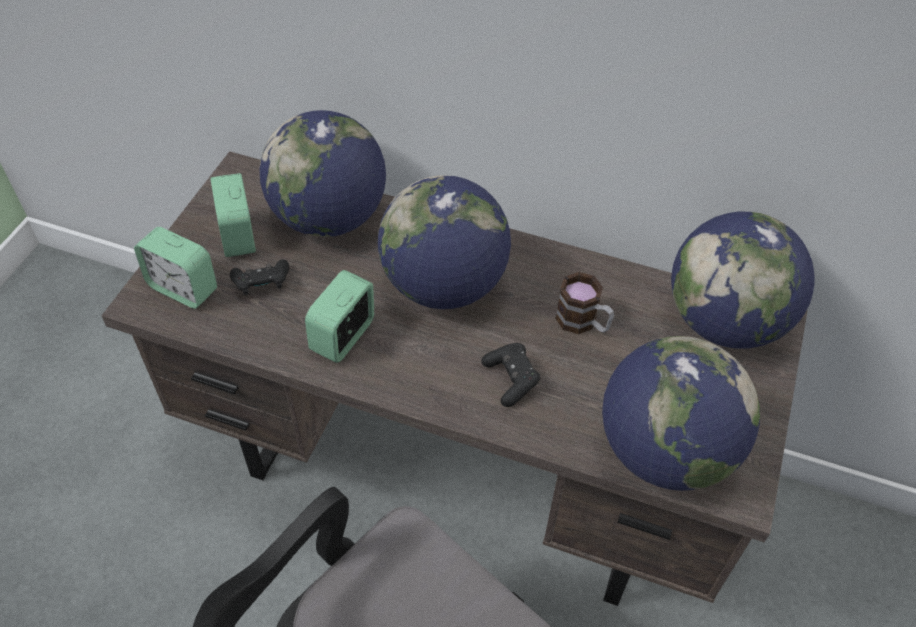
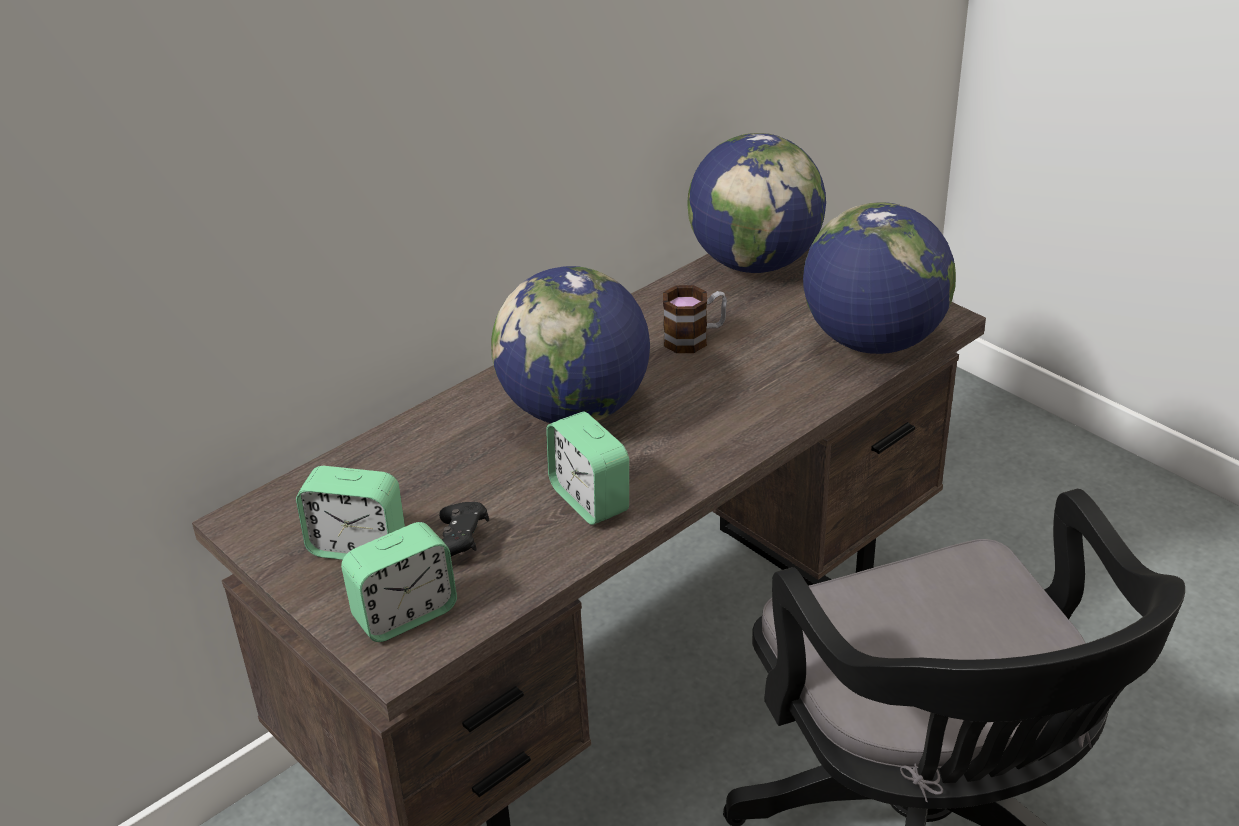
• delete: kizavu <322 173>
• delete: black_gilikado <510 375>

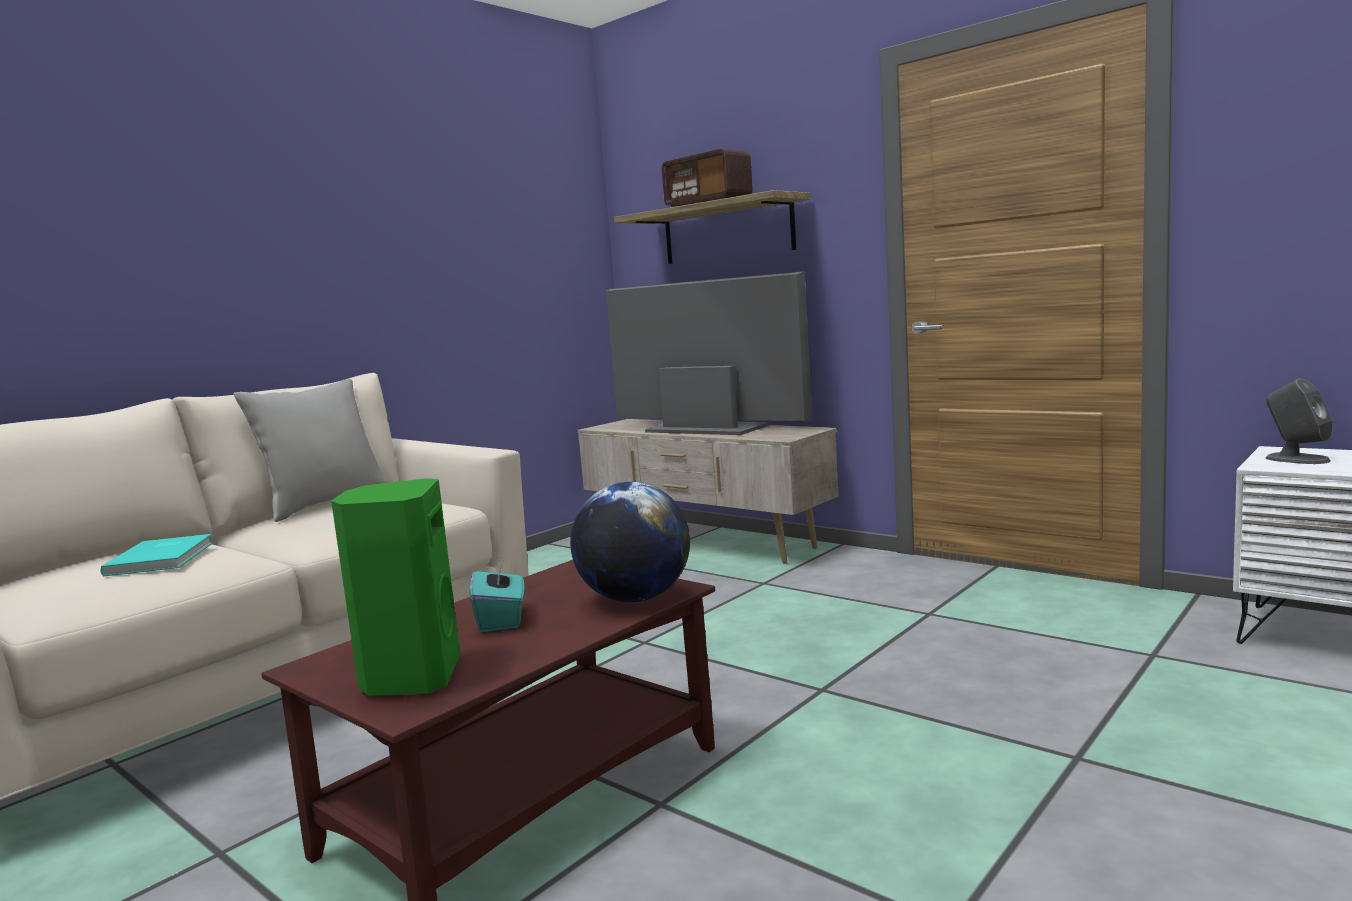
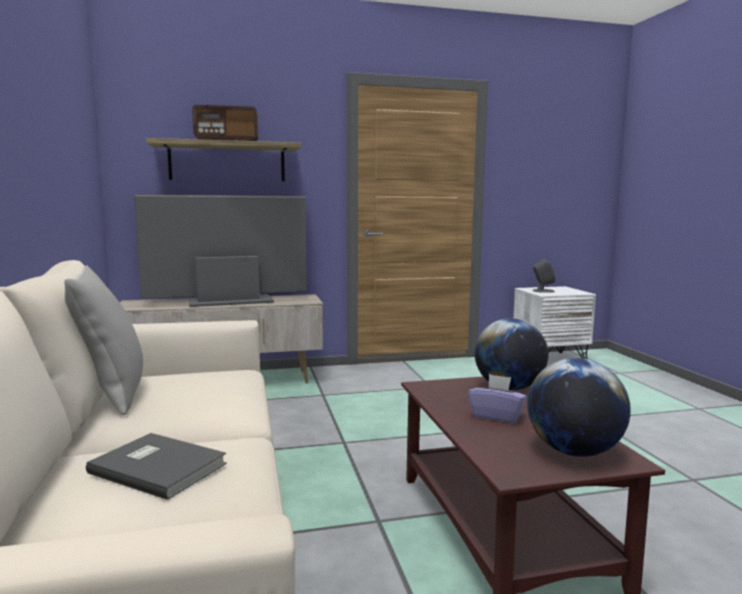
• recolor: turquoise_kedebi <156 555> to grey_kedebi <156 466>
• recolor: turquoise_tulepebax <497 594> to purple_tulepebax <497 399>
• replace: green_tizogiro <395 587> to kizavu <579 407>

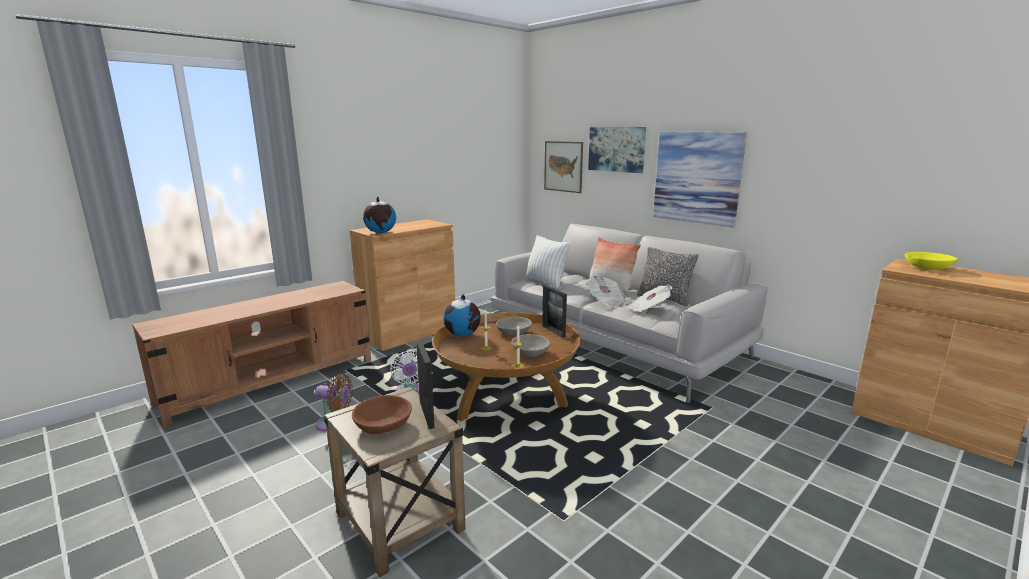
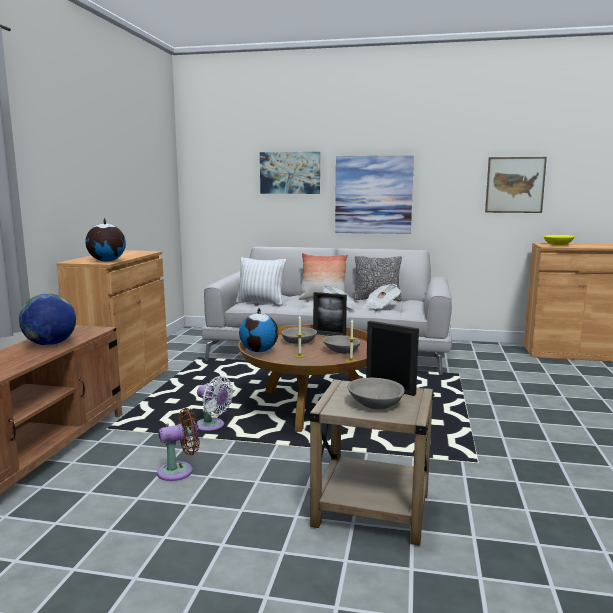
• insert: kizavu <47 320>
• recolor: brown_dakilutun <382 414> to grey_dakilutun <376 394>
• move: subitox <563 167> to <516 185>

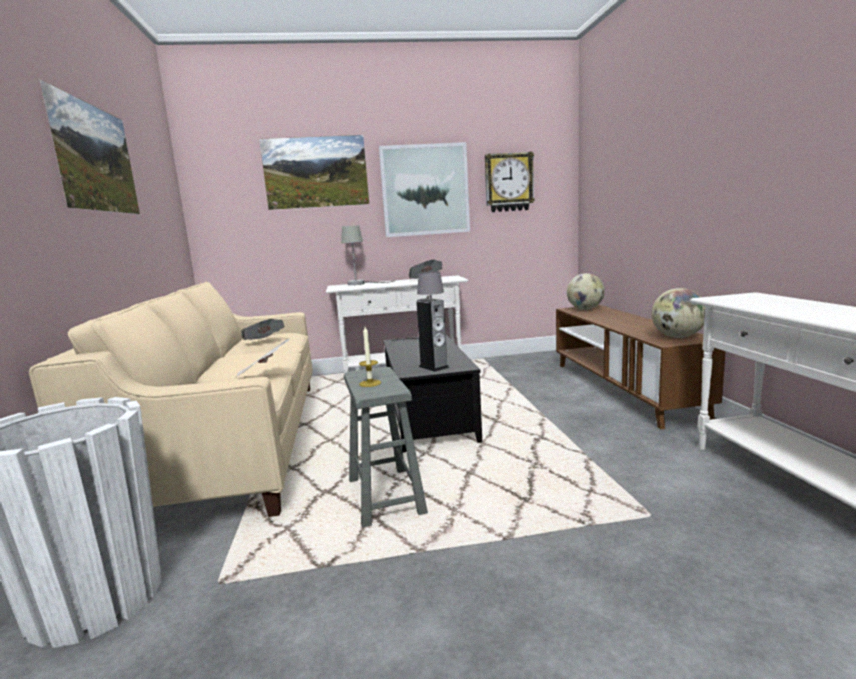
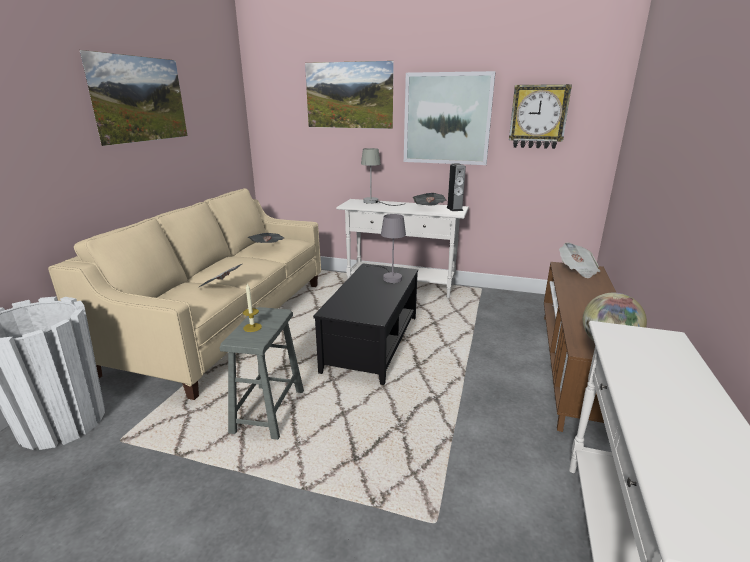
• move: tizogiro <432 335> to <456 187>
• replace: kizavu <586 291> to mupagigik <579 260>

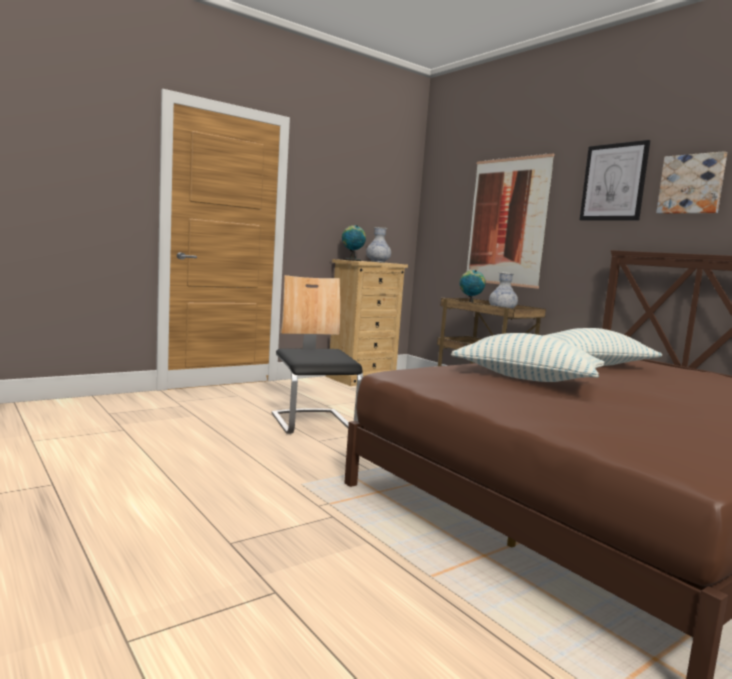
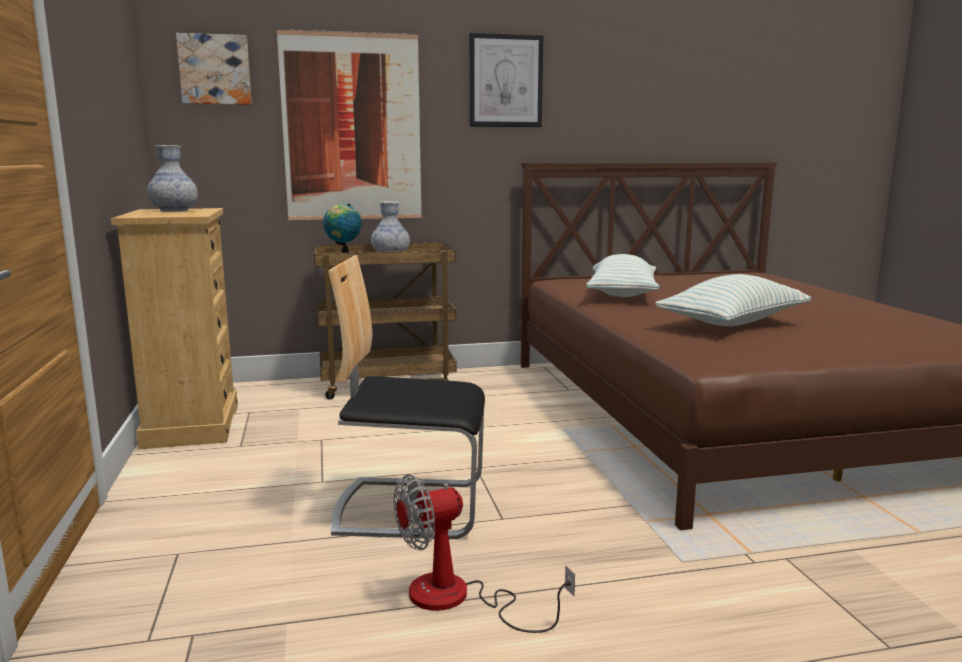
• move: subitox <691 182> to <214 69>
• insert: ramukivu <484 553>
• delete: kizavu <354 243>

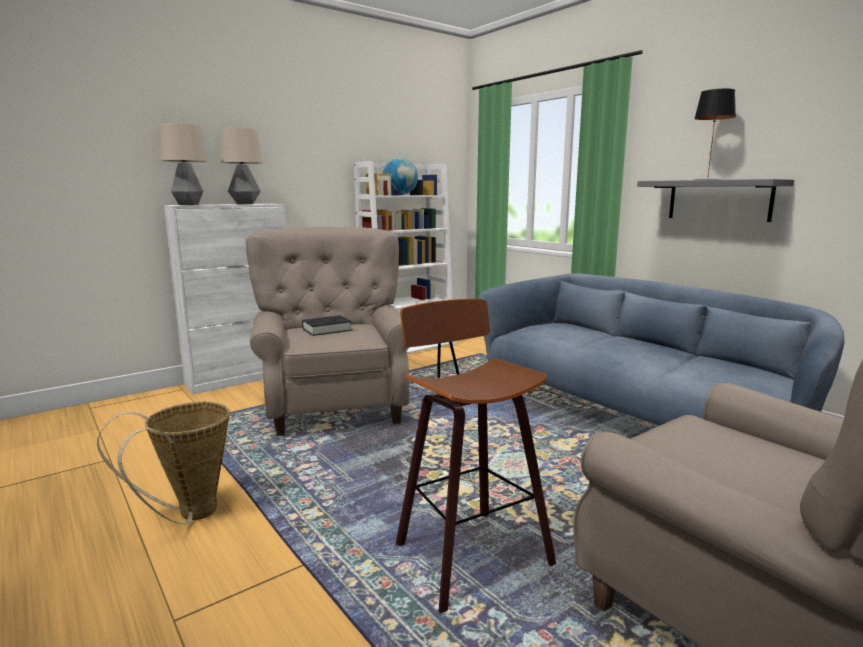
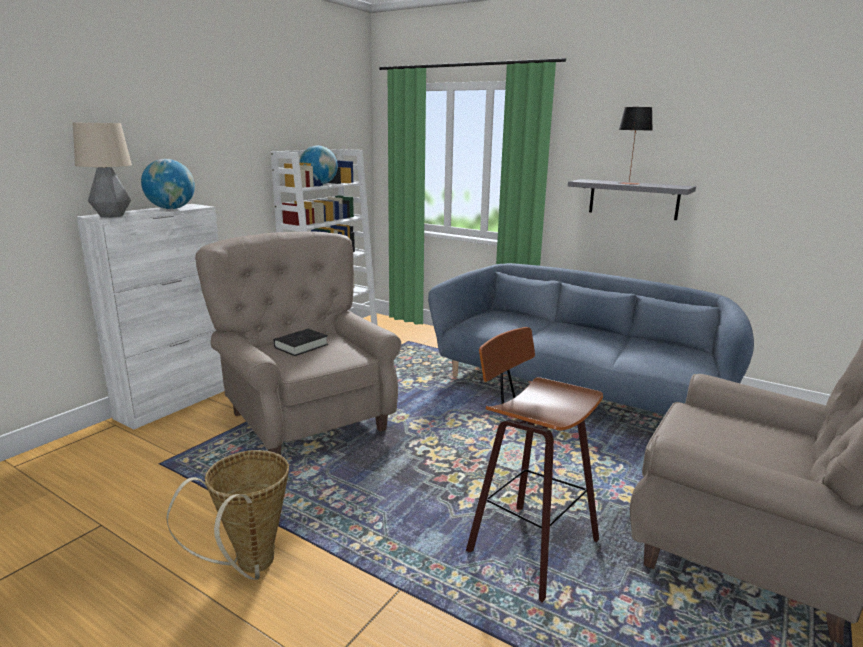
• replace: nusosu <242 166> to kizavu <168 184>

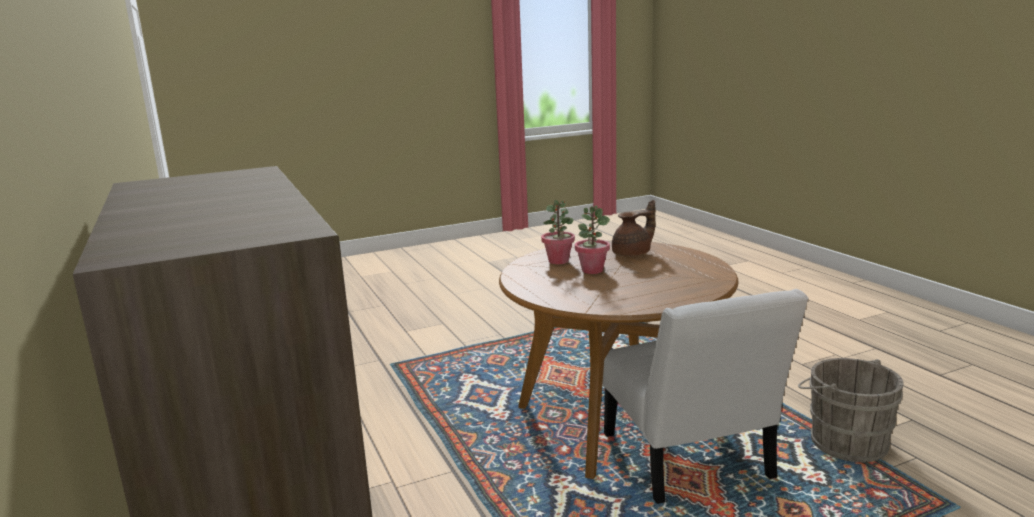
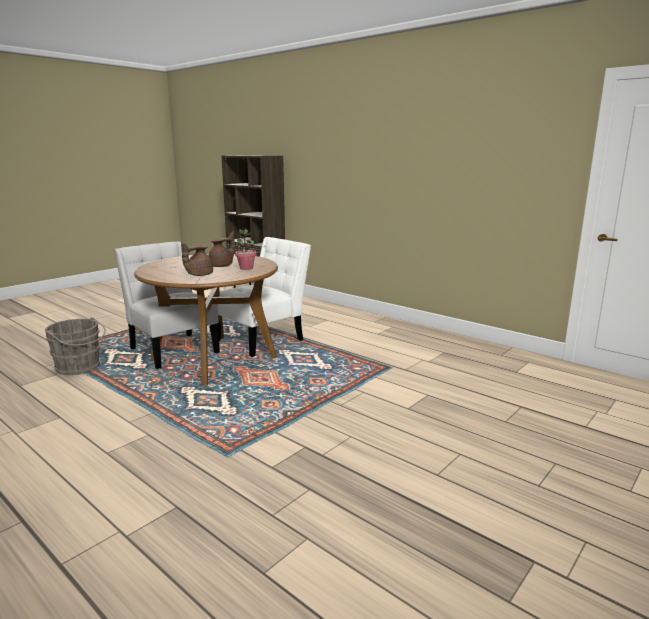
• replace: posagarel <592 240> to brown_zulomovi <221 249>
• insert: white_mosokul <264 297>

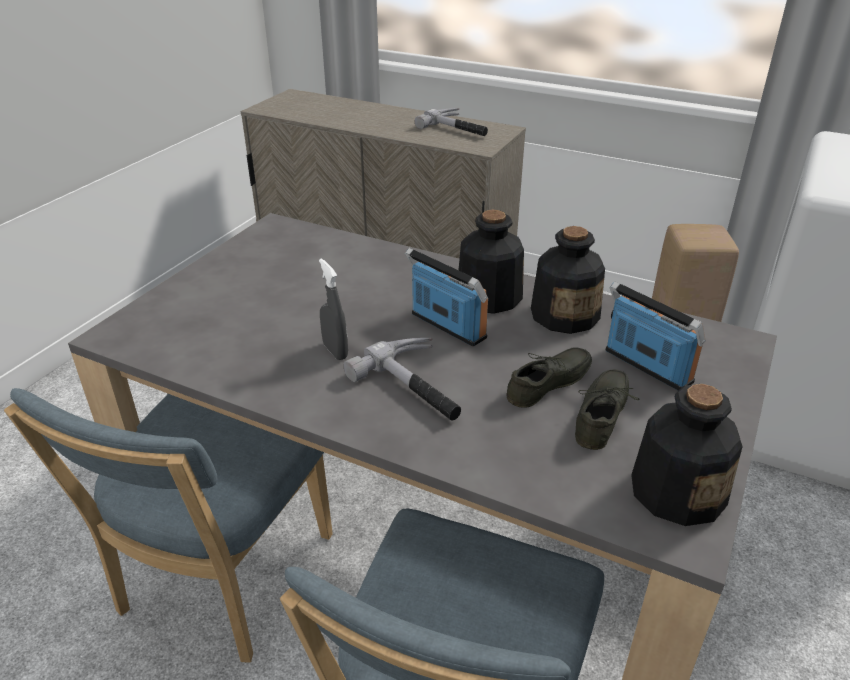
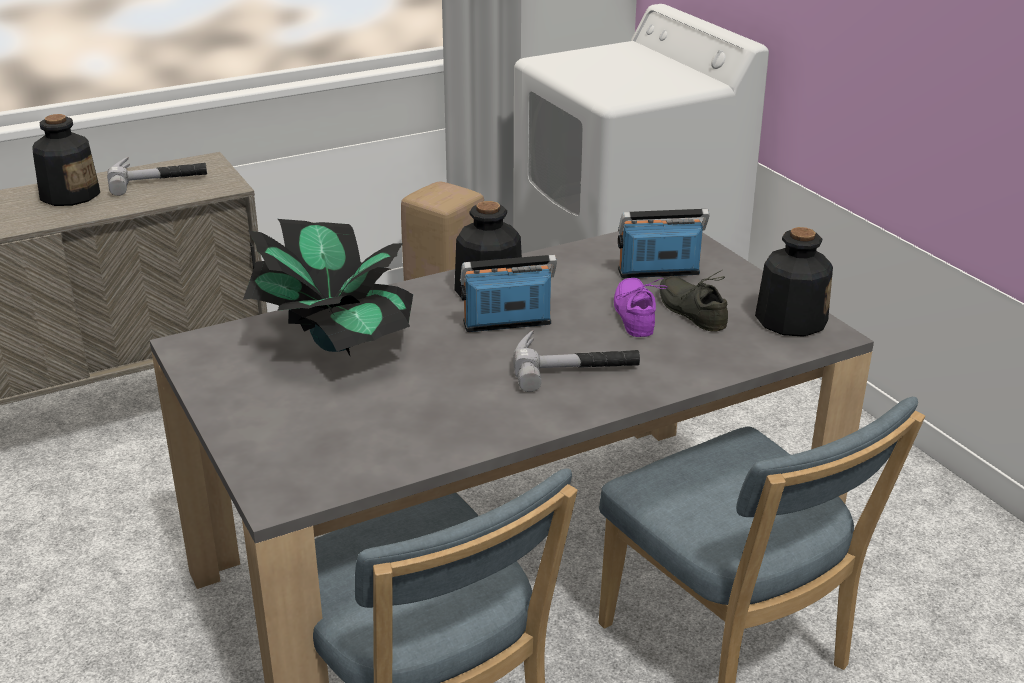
• move: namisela <568 280> to <66 160>
• insert: posagarel <328 287>
• recolor: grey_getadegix <549 377> to purple_getadegix <641 307>
• delete: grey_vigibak <333 309>

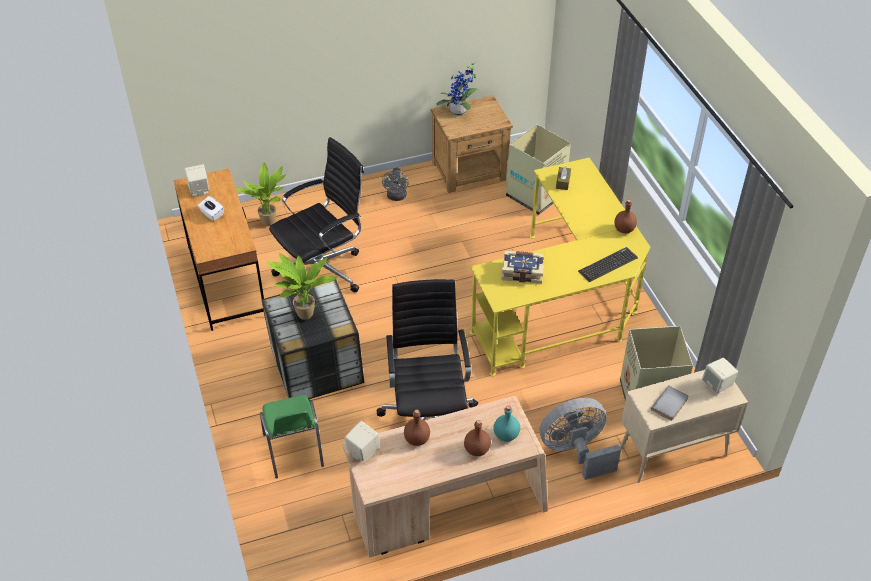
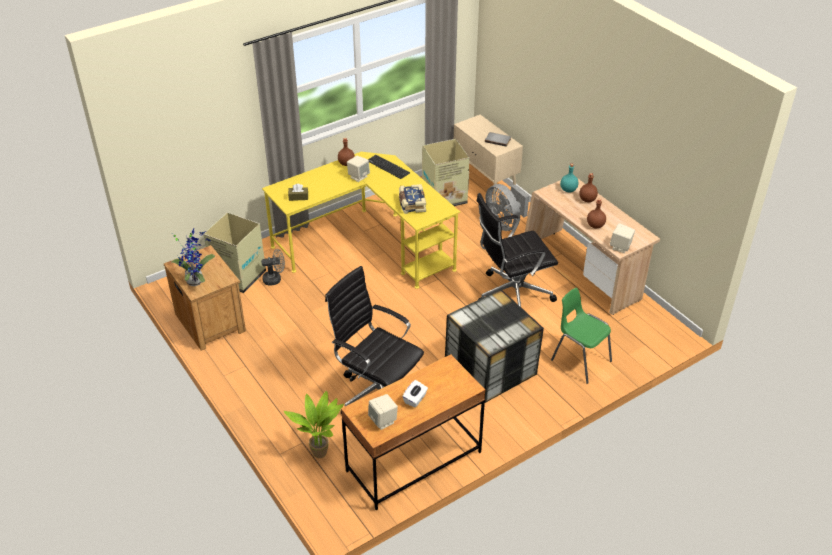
• move: grey_ramukivu <395 184> to <273 267>
• move: beige_tizogiro <720 377> to <358 169>
• rotate: green_mosokul <292 436> = <581 336> 105 degrees counterclockwise
• delete: posagarel <302 286>

